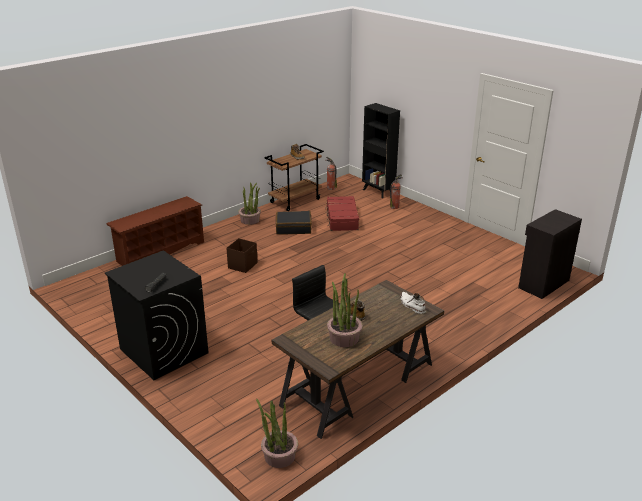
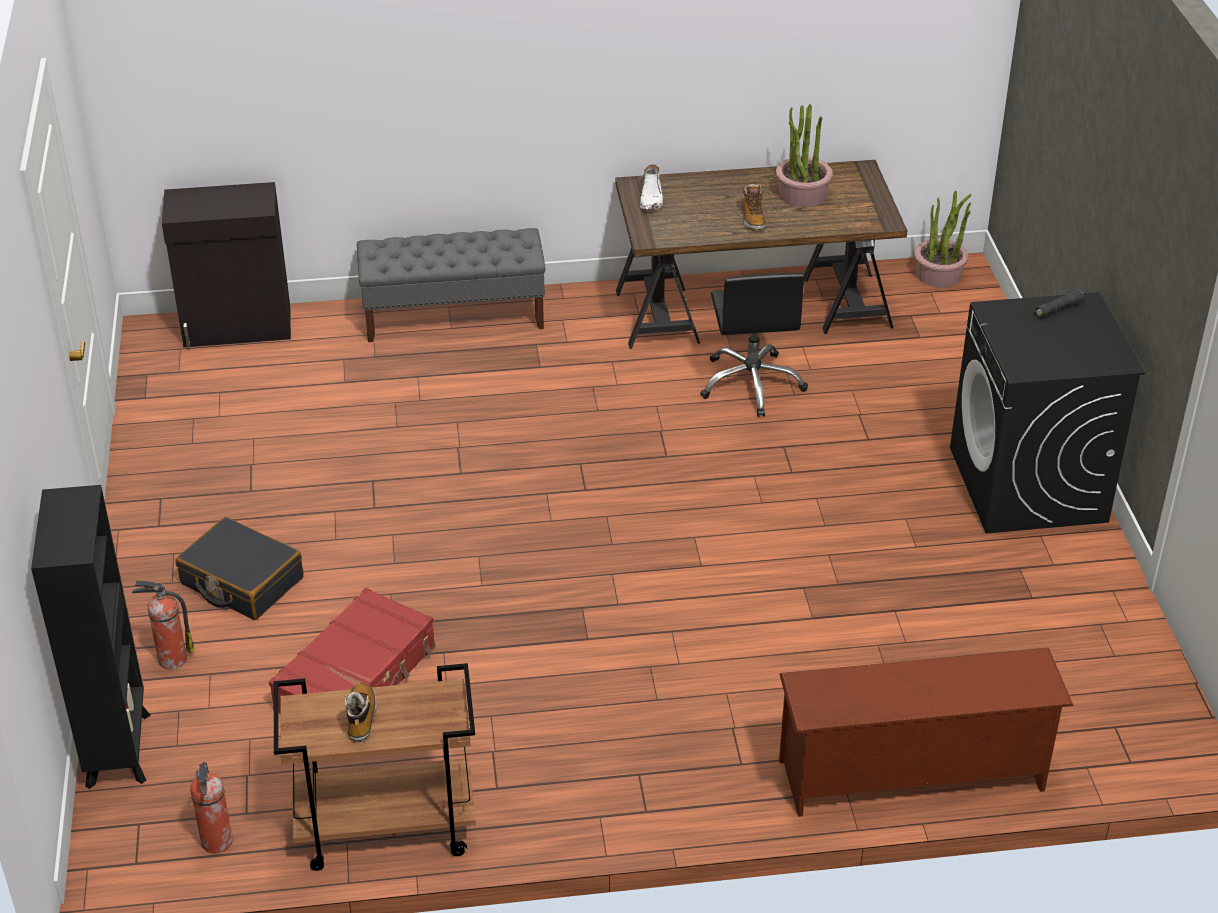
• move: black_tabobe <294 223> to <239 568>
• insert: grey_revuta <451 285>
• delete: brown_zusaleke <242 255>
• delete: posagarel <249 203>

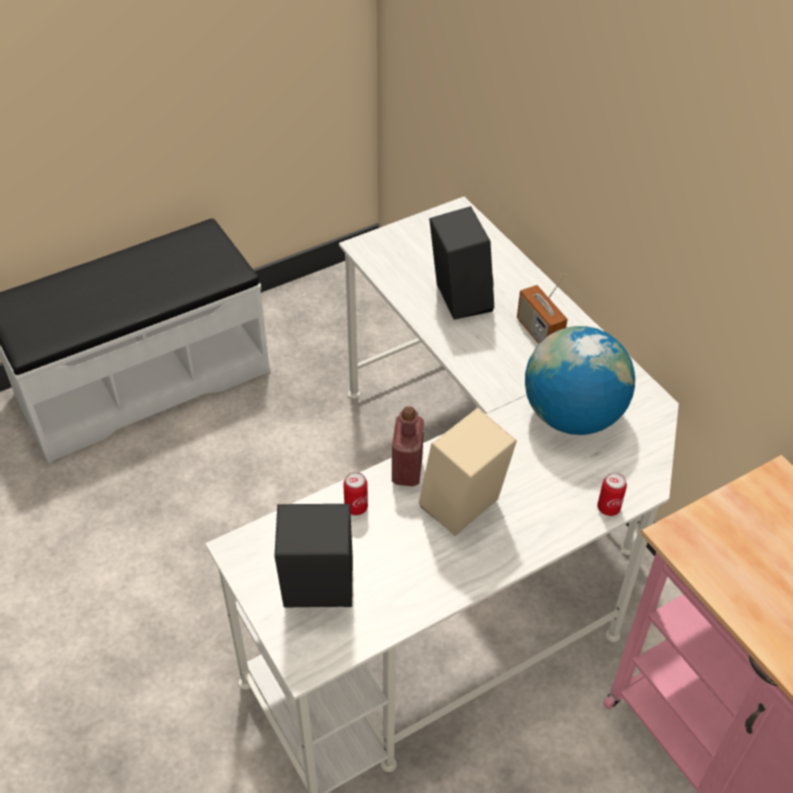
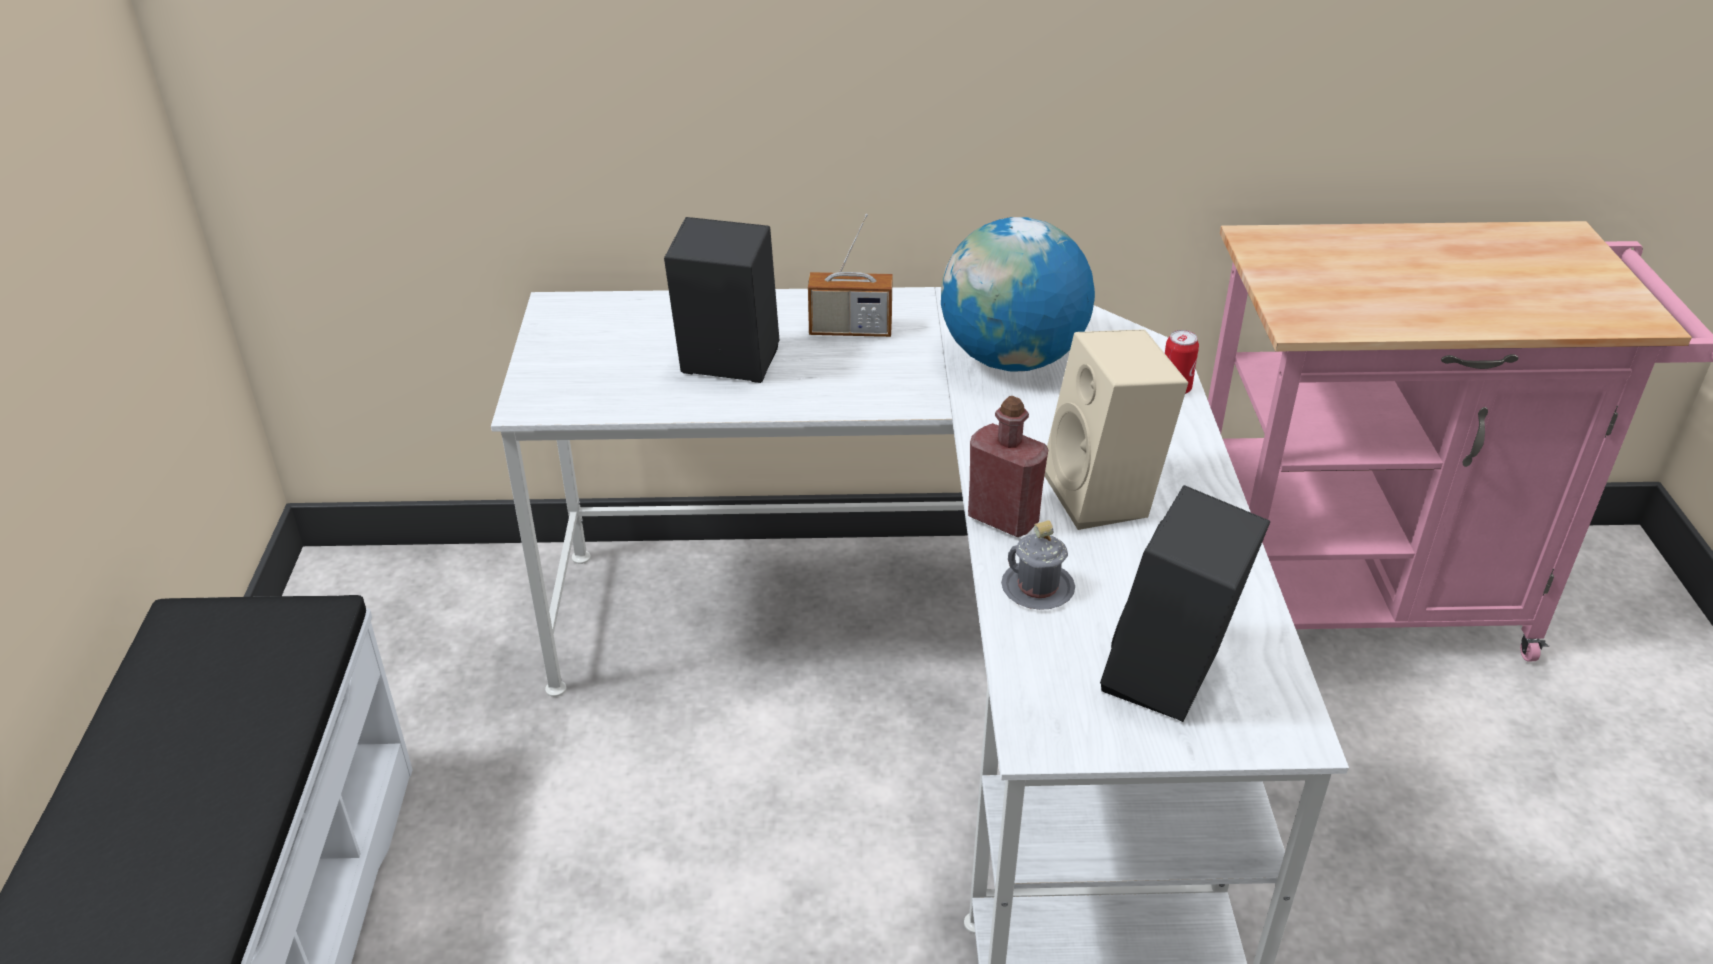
• replace: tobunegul <355 493> to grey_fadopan <1038 565>

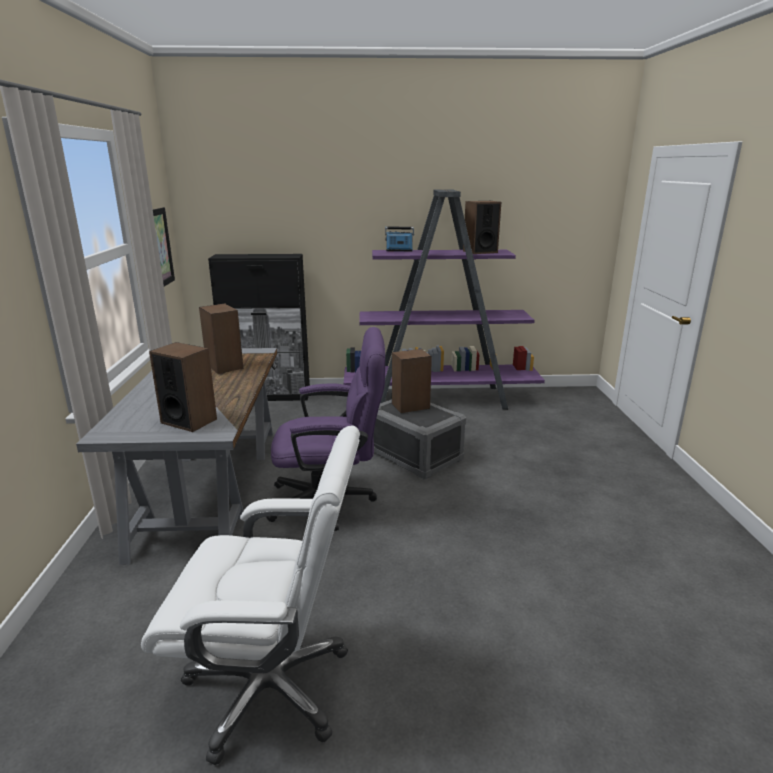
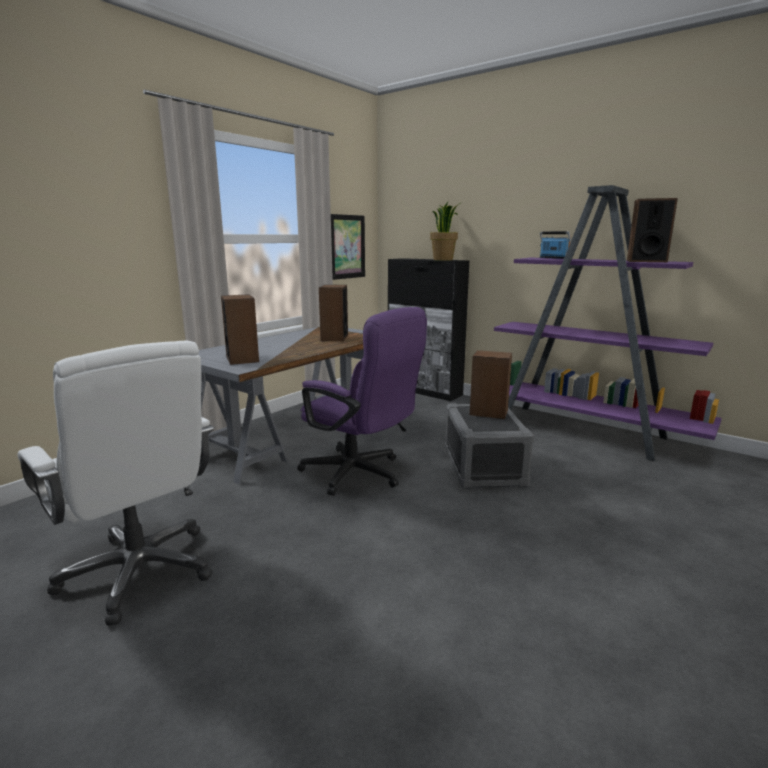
• insert: posagarel <446 231>

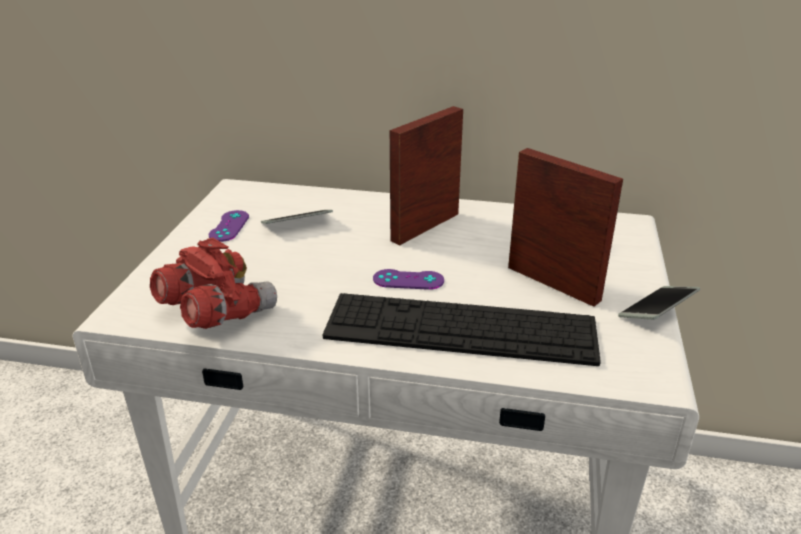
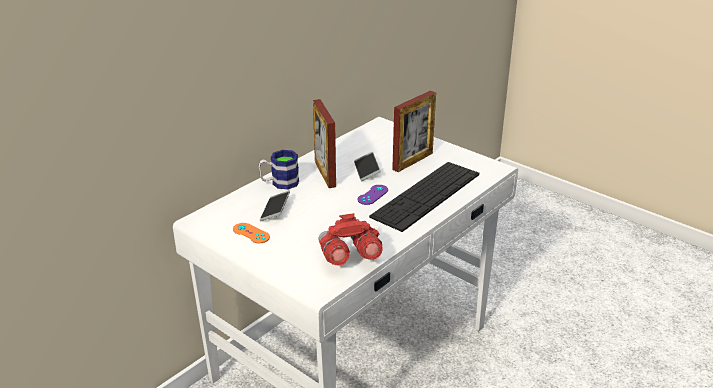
• recolor: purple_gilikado <229 226> to orange_gilikado <251 233>
• insert: fadopan <278 169>
• move: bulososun <659 303> to <367 166>
• rotate: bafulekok <565 227> = <414 131> 150 degrees clockwise

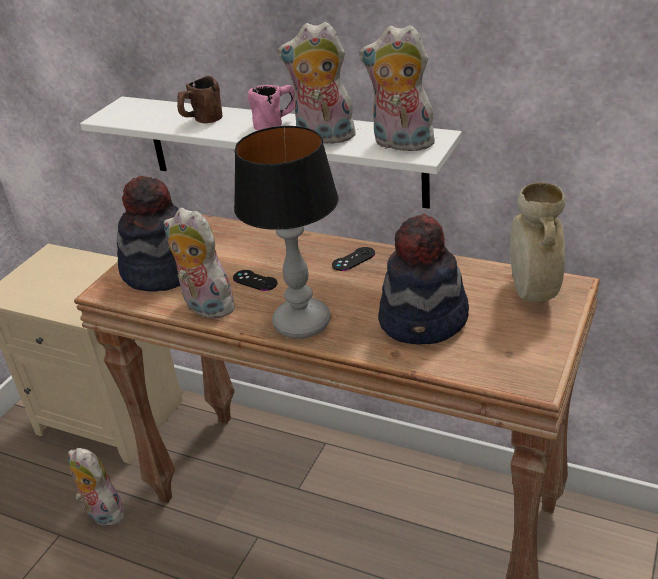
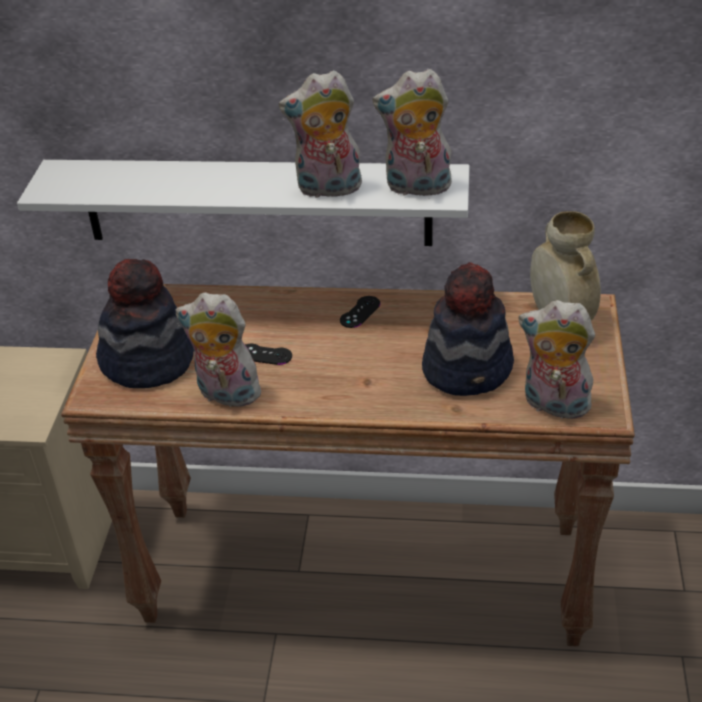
• move: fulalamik <96 487> to <557 359>
• delete: brown_fadopan <200 99>
• delete: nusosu <286 232>
• delete: pink_fadopan <271 108>

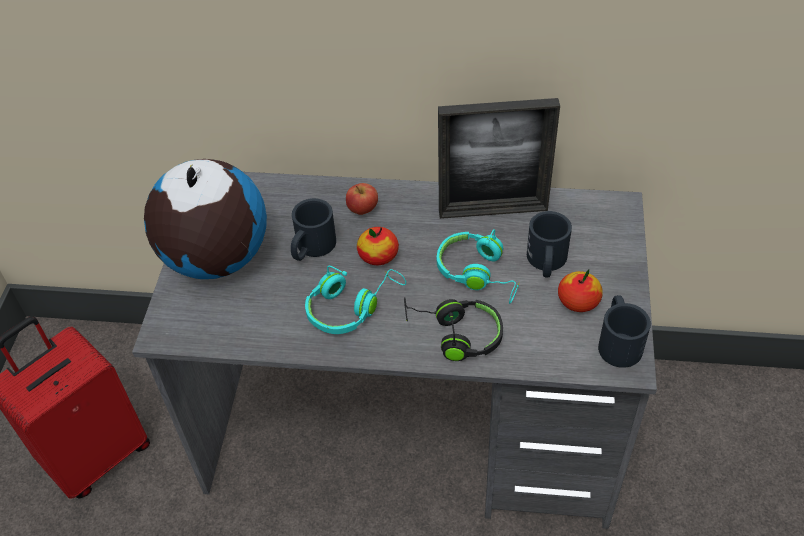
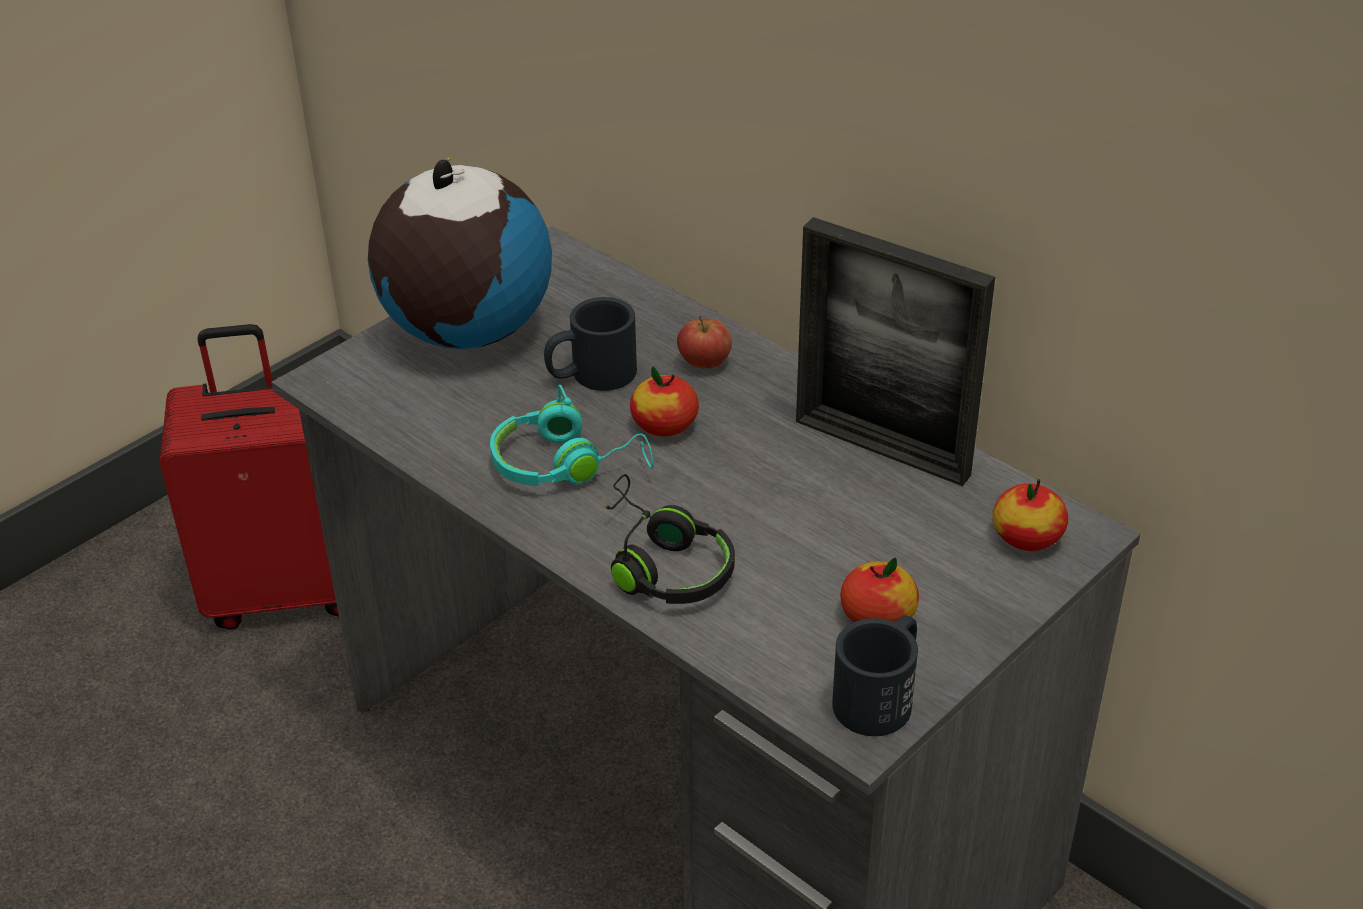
• insert: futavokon <1030 515>
• delete: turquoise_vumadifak <478 266>
• delete: black_fadopan <549 244>

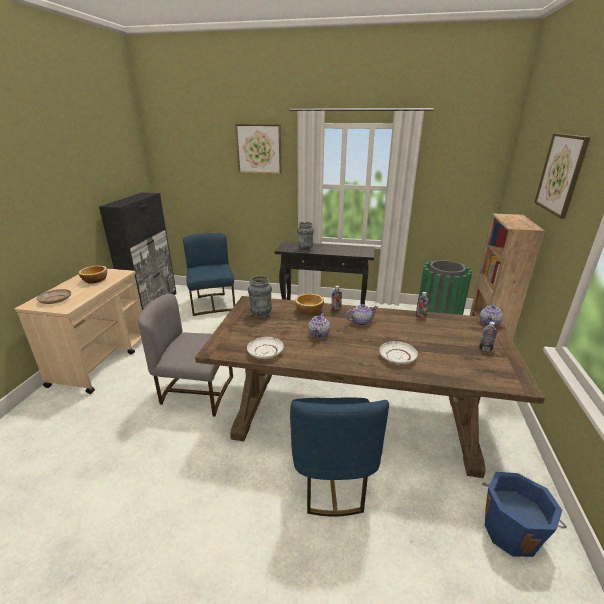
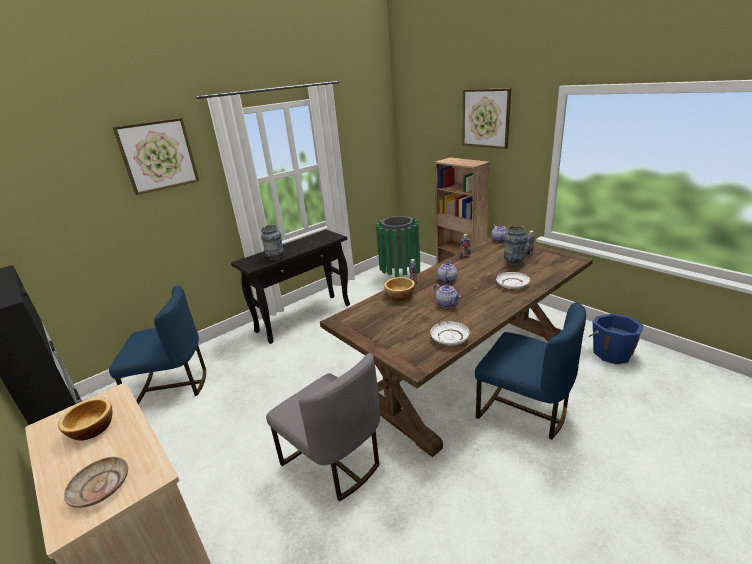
• rotate: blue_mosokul <209 274> = <157 345> 150 degrees clockwise
• rotate: grey_mosokul <185 355> = <323 427> 90 degrees counterclockwise
• move: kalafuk <260 296> to <516 246>

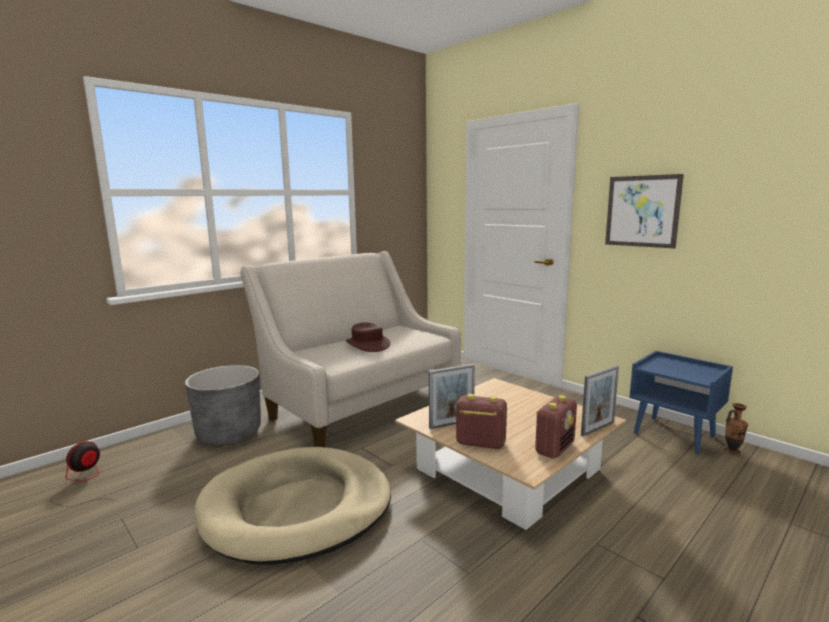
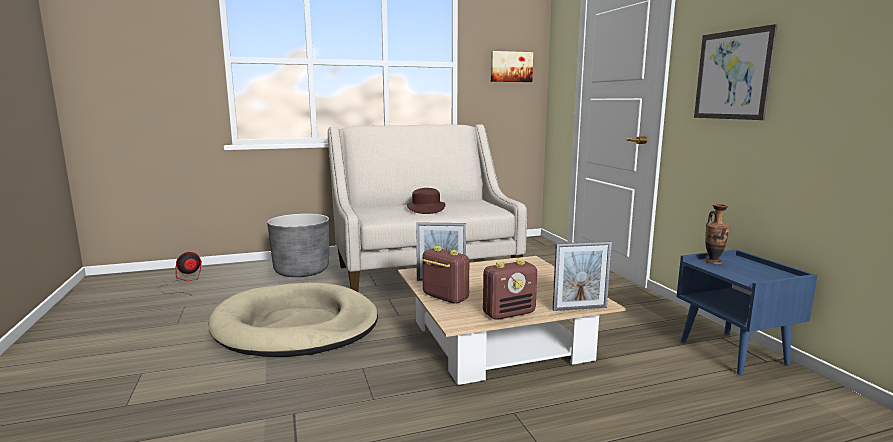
• insert: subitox <512 66>
• move: kalafuk <736 429> to <717 234>

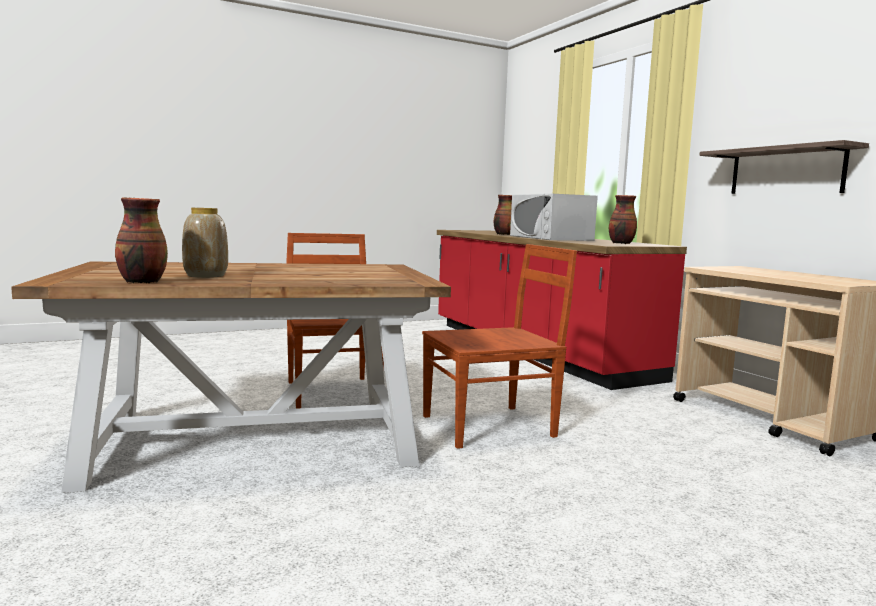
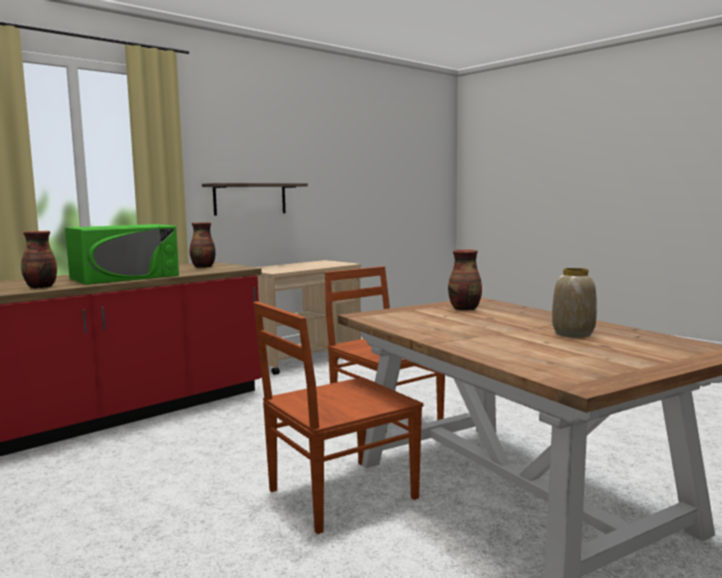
• recolor: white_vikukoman <554 217> to green_vikukoman <122 254>
• move: kalafuk <141 241> to <465 280>

